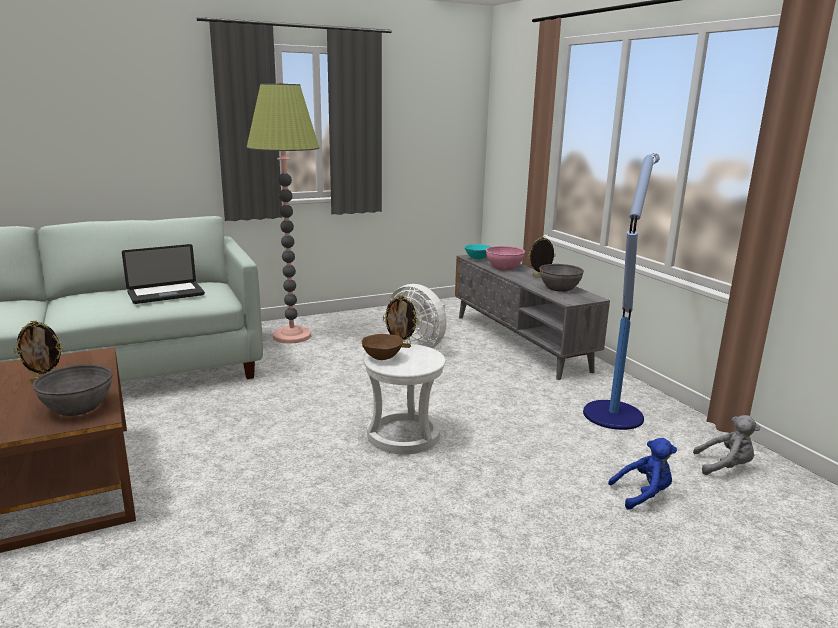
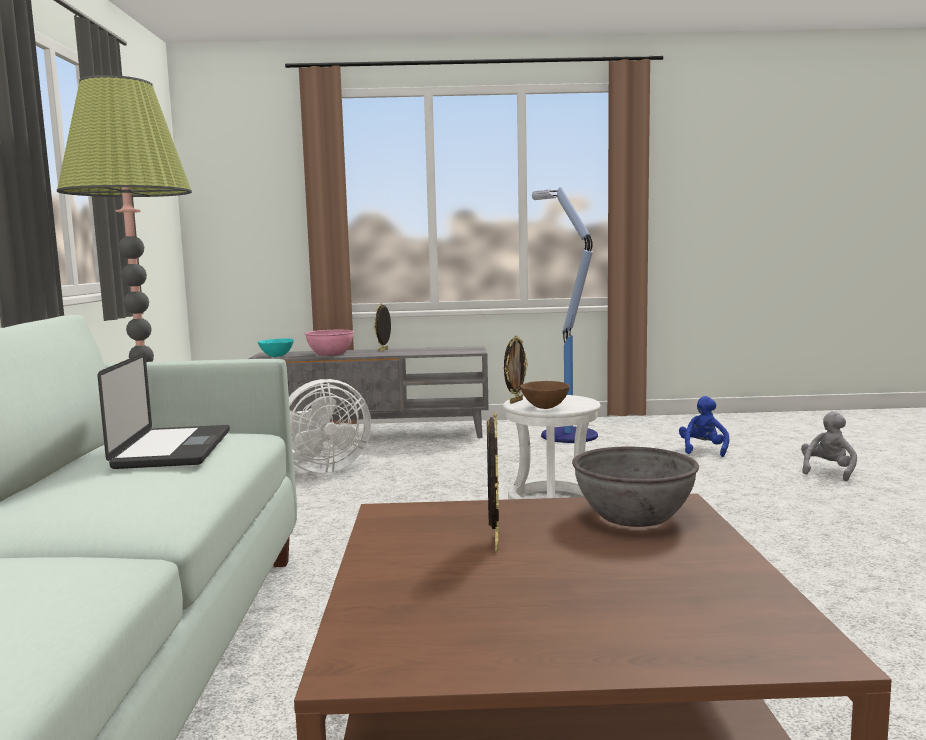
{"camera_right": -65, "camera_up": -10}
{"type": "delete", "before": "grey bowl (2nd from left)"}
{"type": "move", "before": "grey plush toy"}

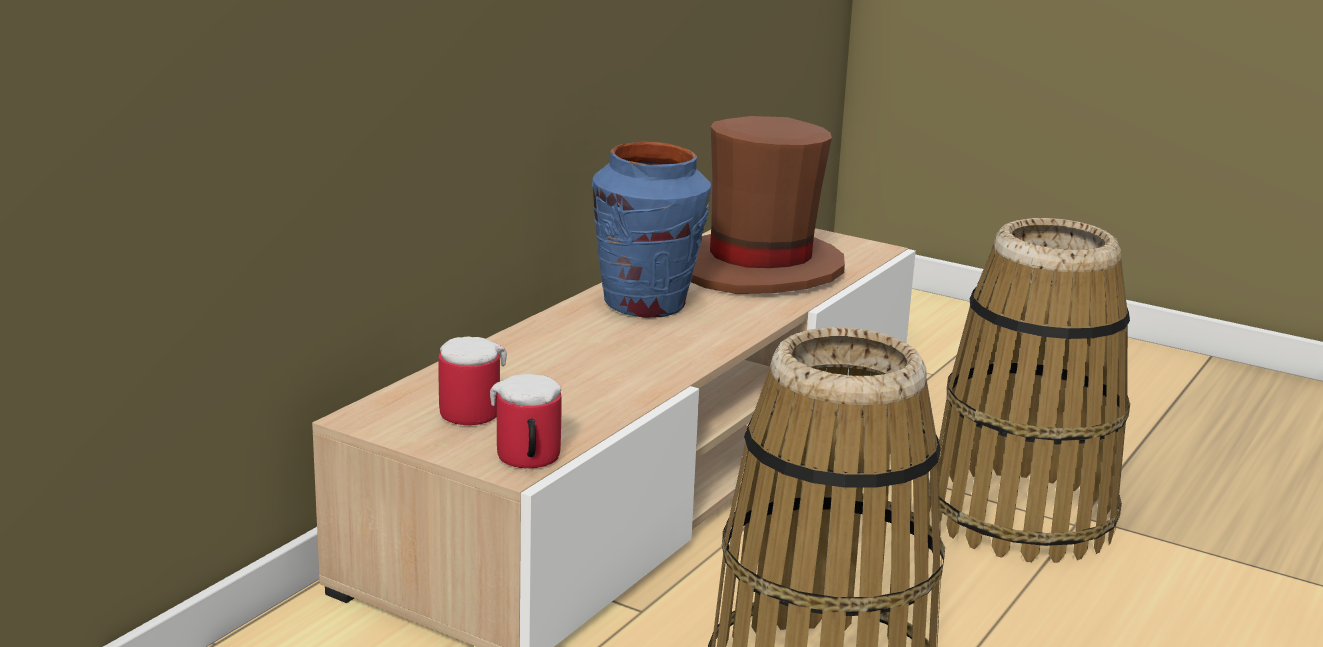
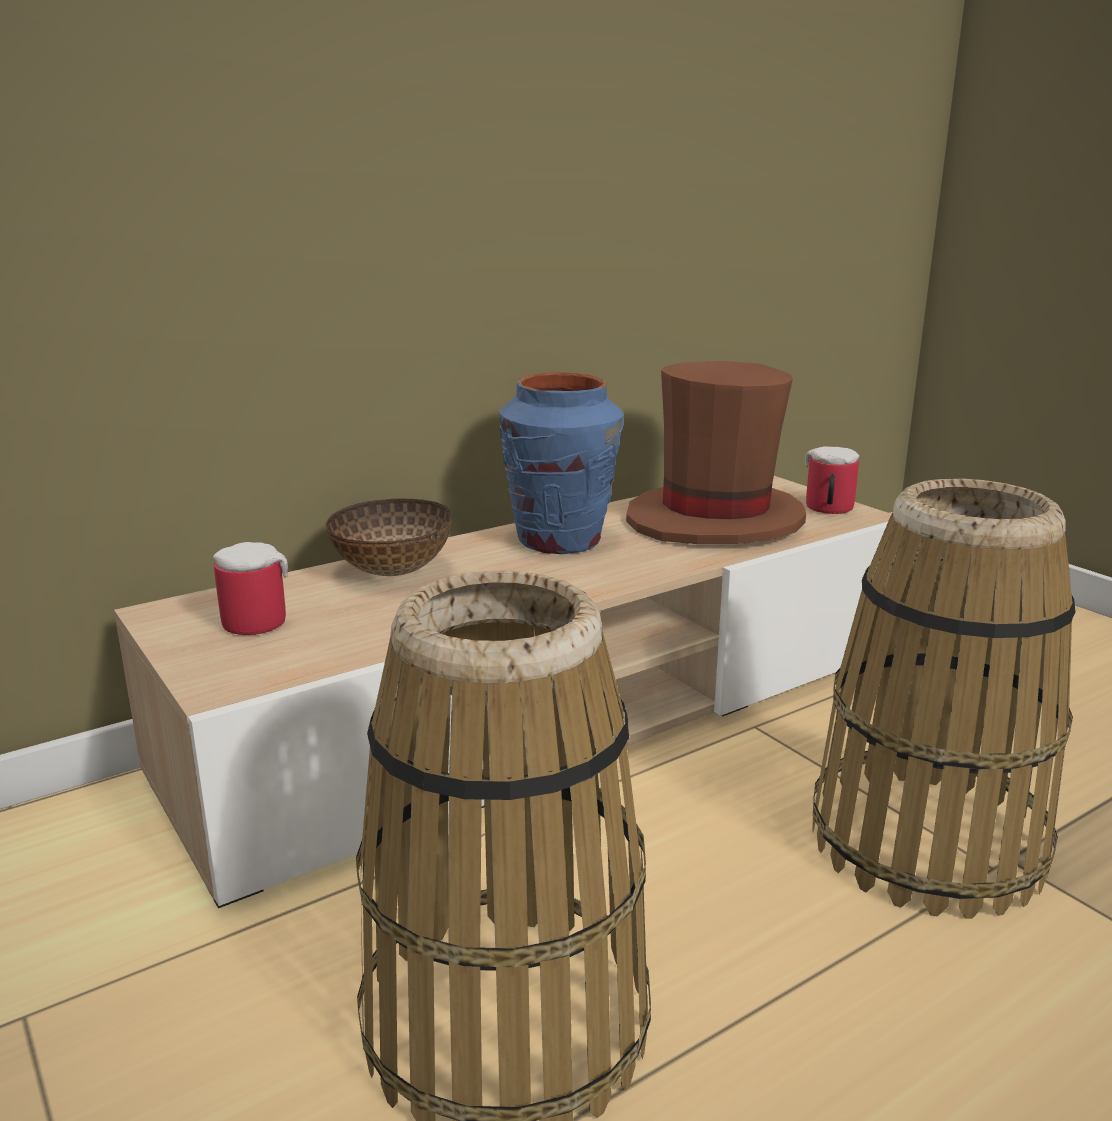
{"camera_right": 25, "camera_up": 0}
{"type": "move", "before": "mug (2nd from left)"}
{"type": "insert", "after": "bowl"}

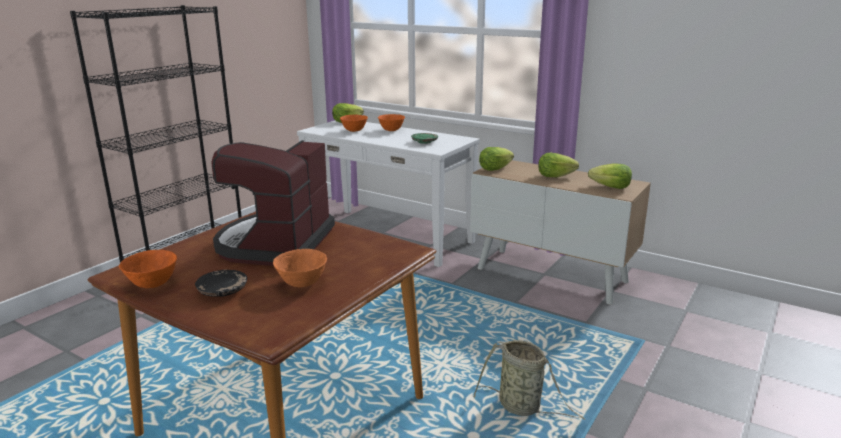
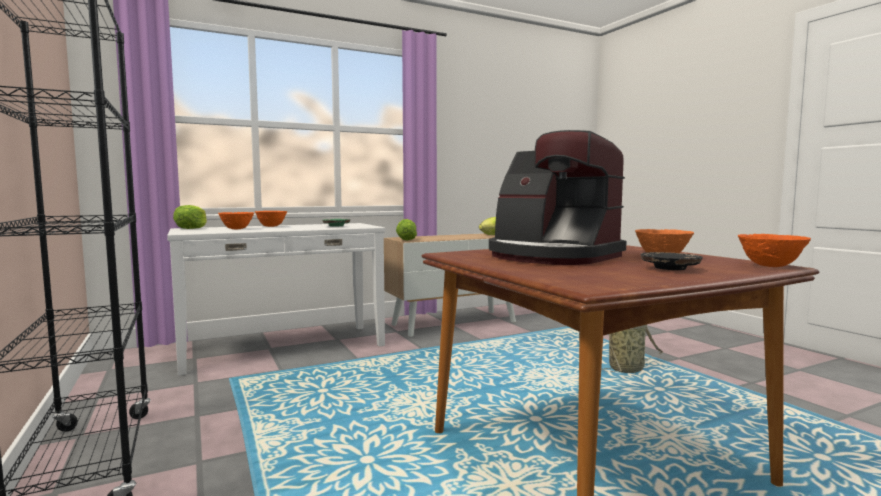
{"camera_right": -60, "camera_up": -15}
{"type": "delete", "before": "lettuce (3rd from left)"}
{"type": "move", "before": "orange bowl (1st from left in the first image)", "after": "orange bowl (4th from left)"}

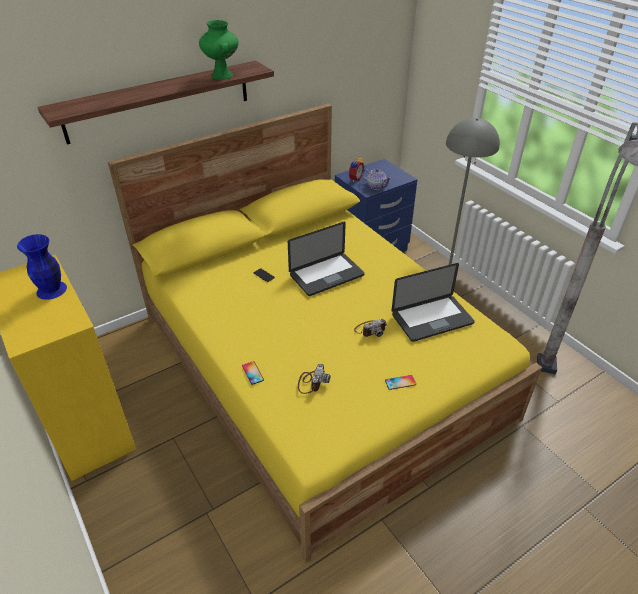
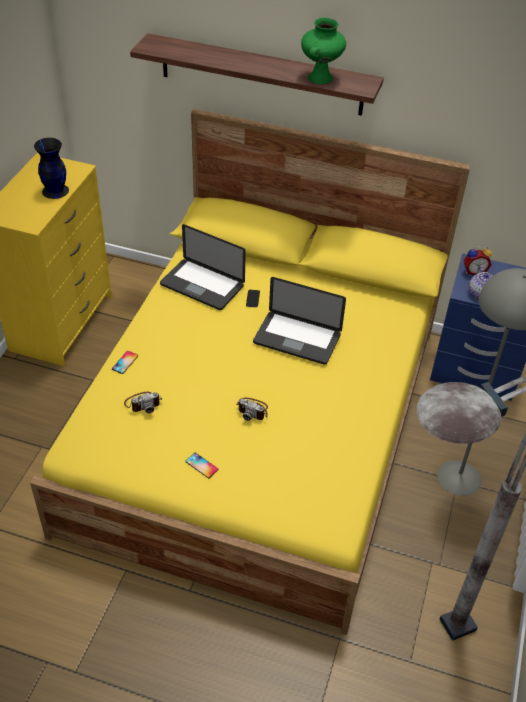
{"camera_right": 50, "camera_up": 5}
{"type": "recolor", "before": "blue vase", "after": "black vase"}
{"type": "move", "before": "laptop (2nd from left in the first image)", "after": "laptop (1st from left)"}

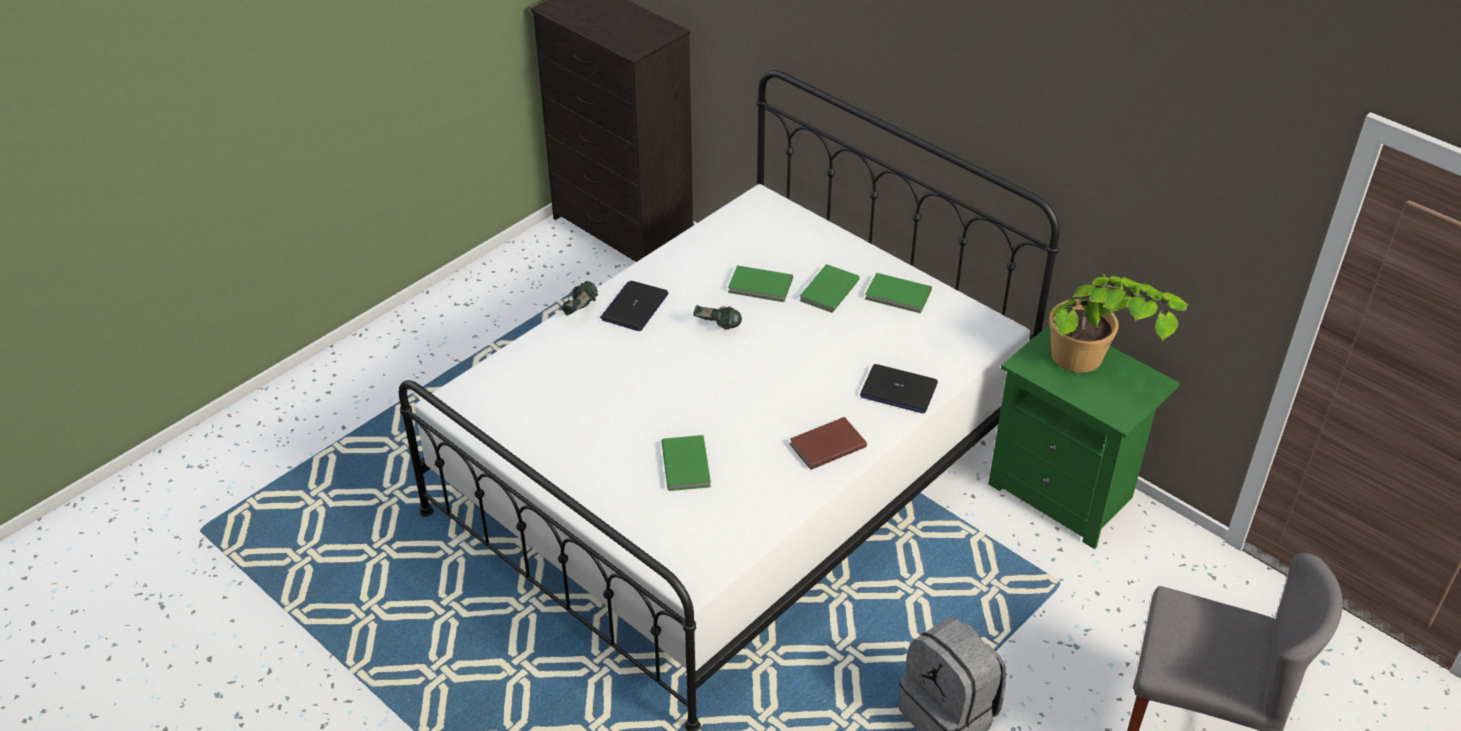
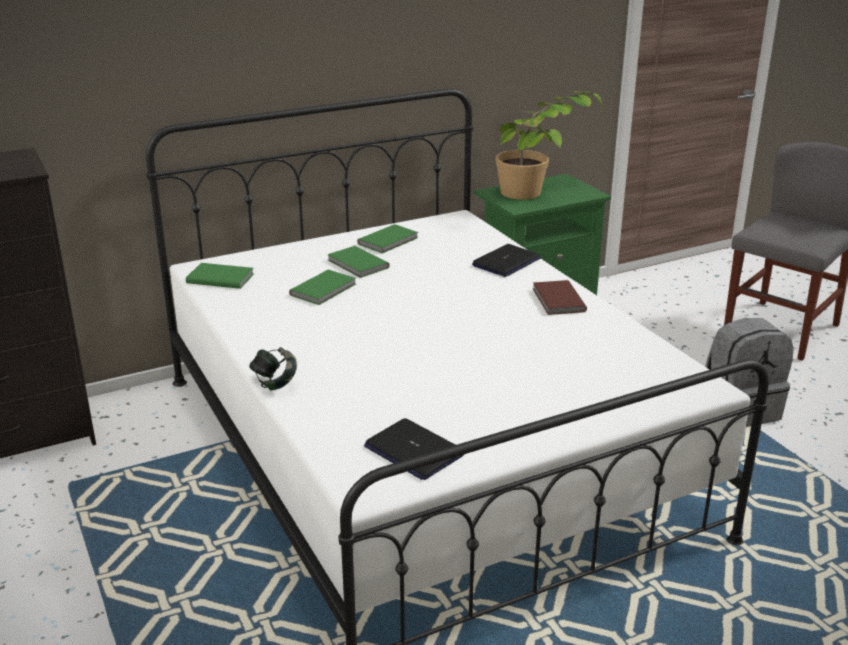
{"camera_right": -70, "camera_up": -15}
{"type": "move", "before": "laptop (1st from left)"}
{"type": "delete", "before": "headphones (2nd from left)"}
{"type": "move", "before": "green book (1st from left)"}

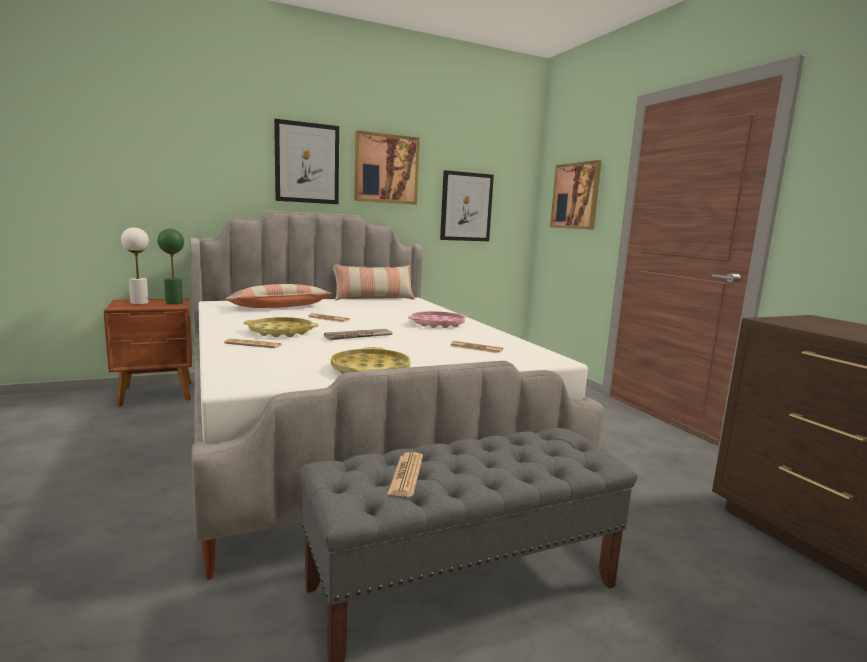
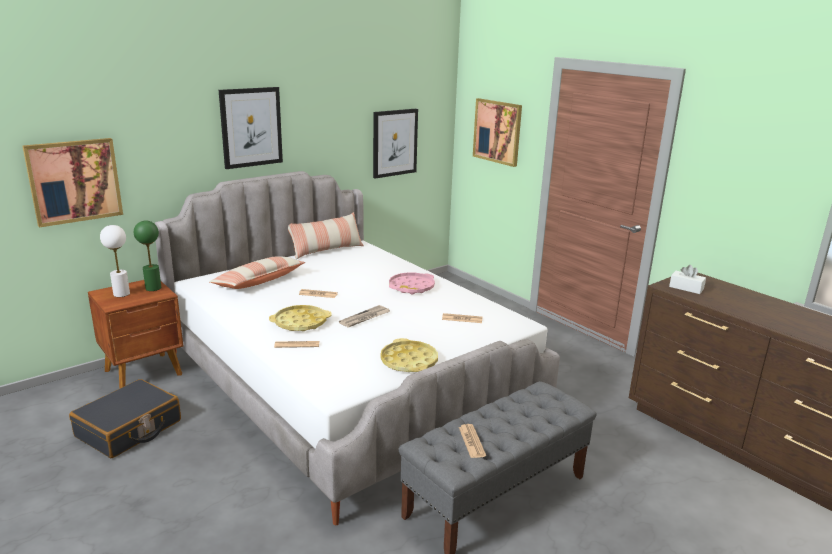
{"camera_right": -15, "camera_up": 10}
{"type": "move", "before": "picture (2nd from left in the first image)", "after": "picture (1st from left)"}
{"type": "insert", "after": "white tissue box"}
{"type": "insert", "after": "black suitcase"}

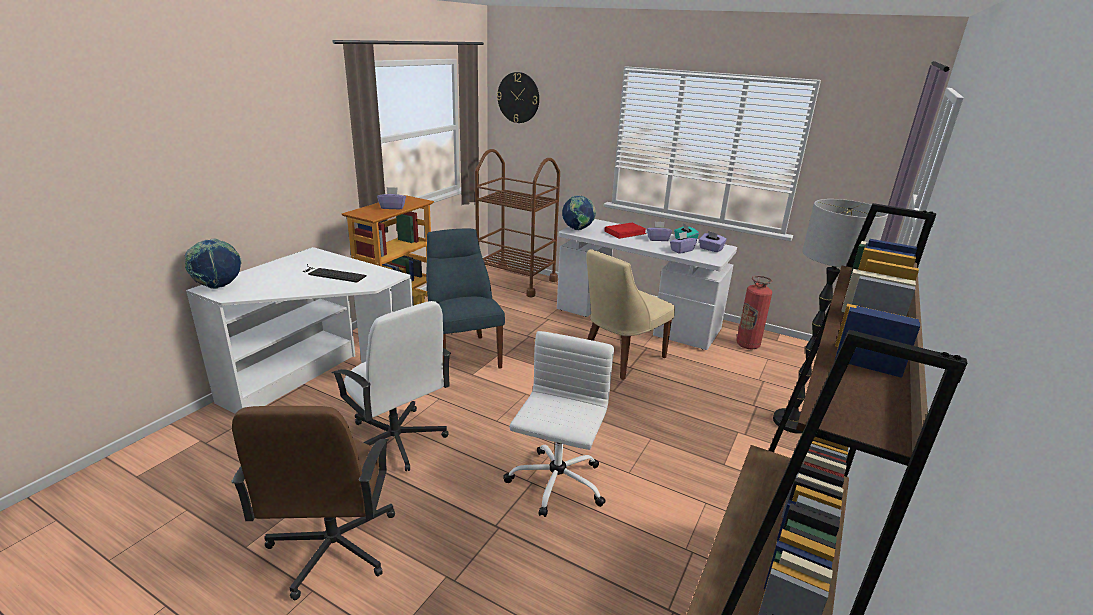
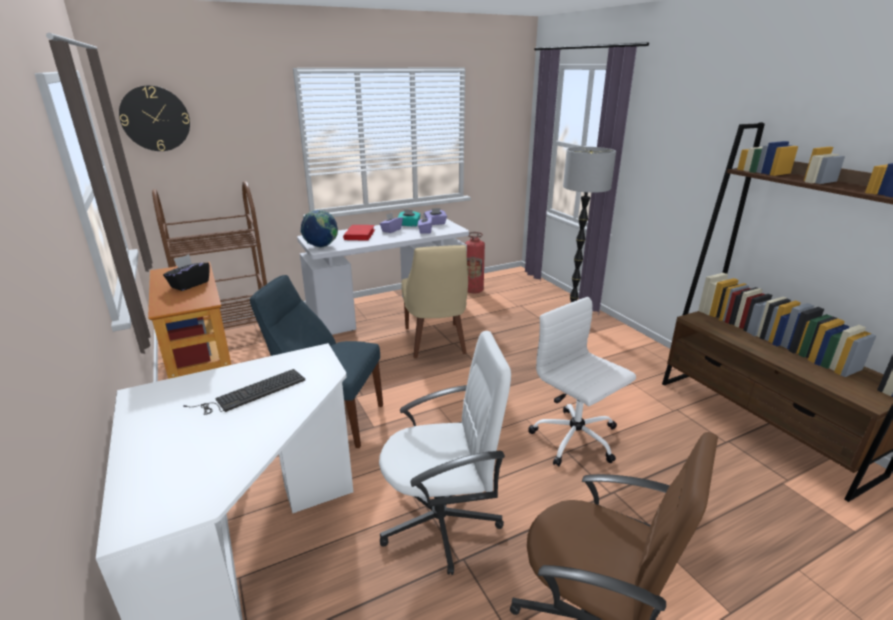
{"camera_right": -55, "camera_up": 0}
{"type": "recolor", "before": "purple tissue box (1st from left)", "after": "black tissue box"}
{"type": "delete", "before": "globe (1st from left)"}

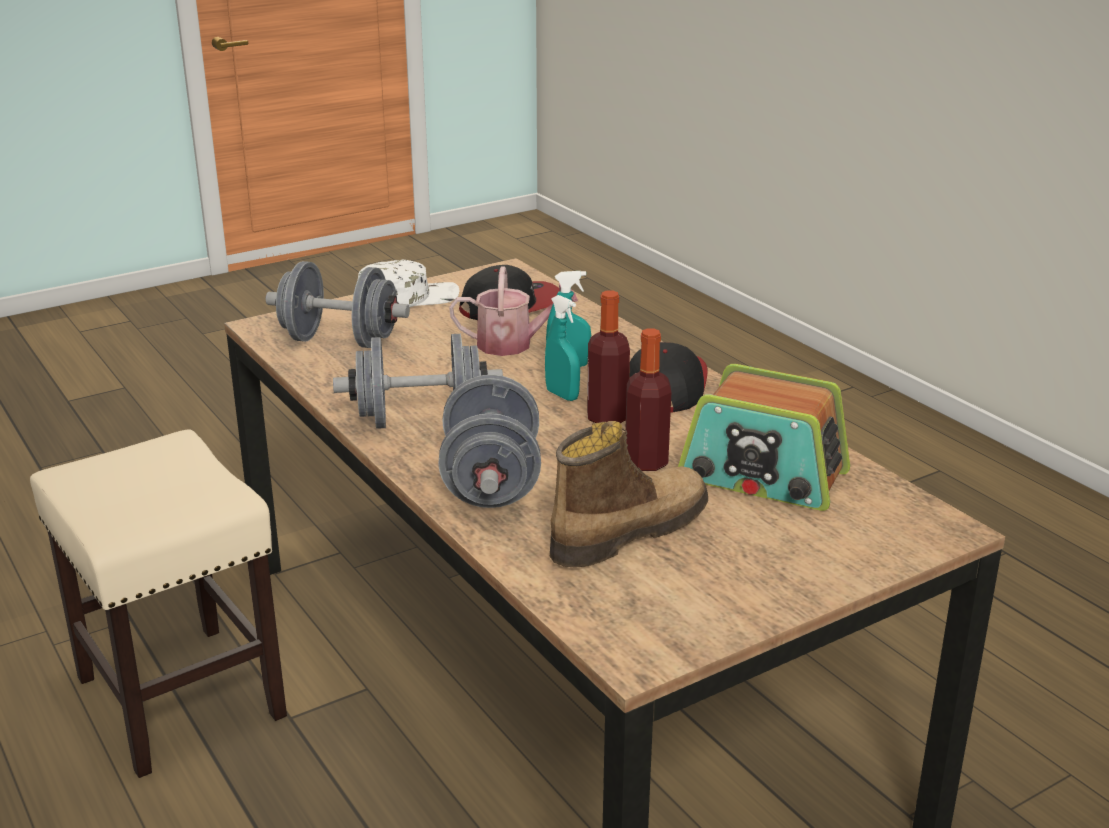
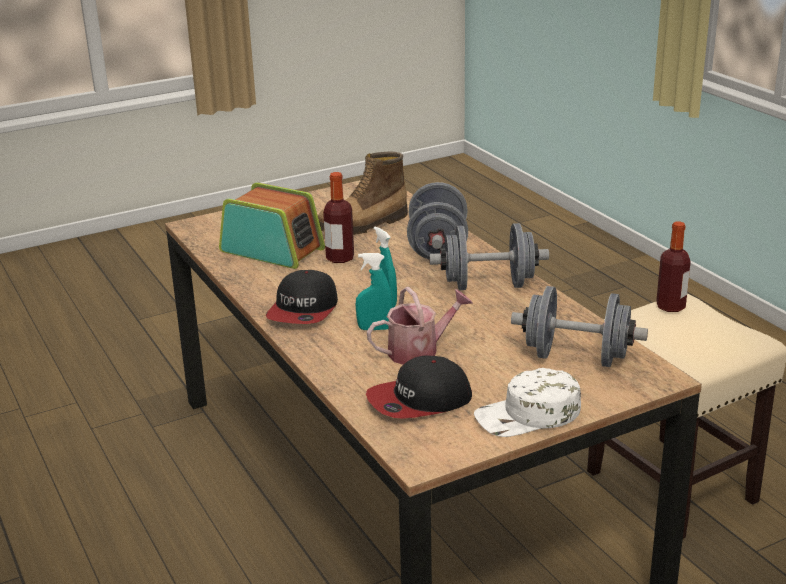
{"camera_right": -175, "camera_up": 0}
{"type": "rotate", "before": "watering can", "turn": 150}
{"type": "move", "before": "bottle (1st from left in the first image)", "after": "bottle (2nd from left)"}

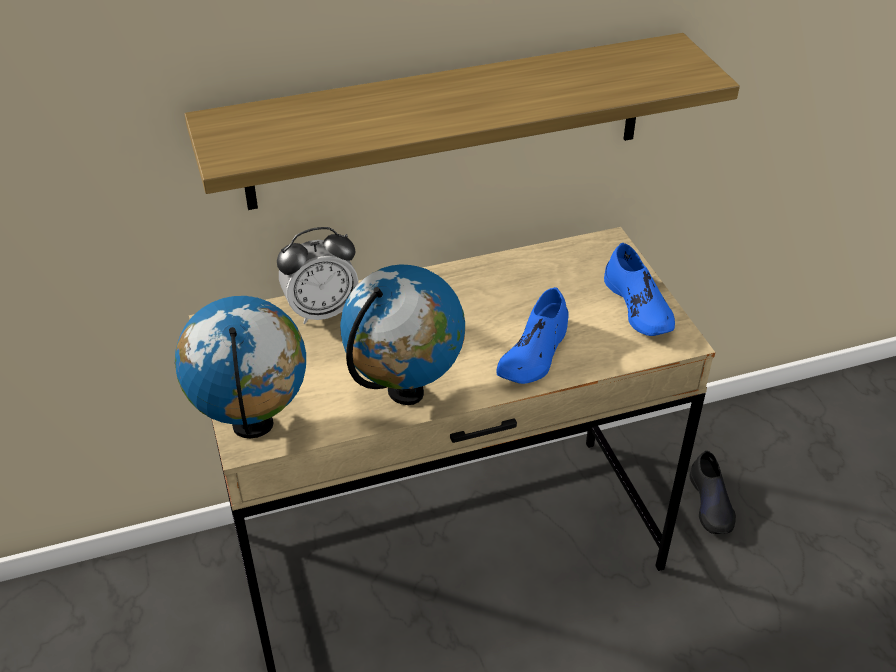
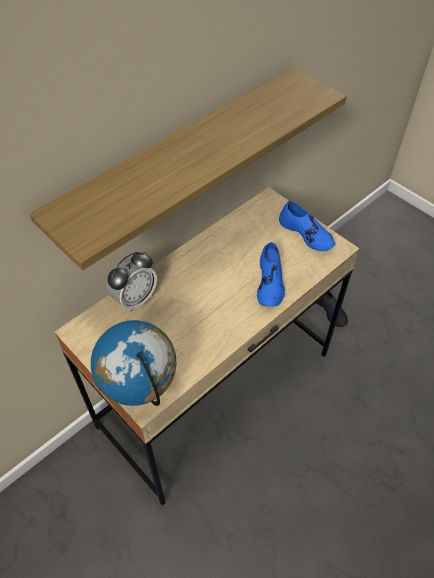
{"camera_right": -25, "camera_up": 10}
{"type": "delete", "before": "globe (2nd from left)"}

